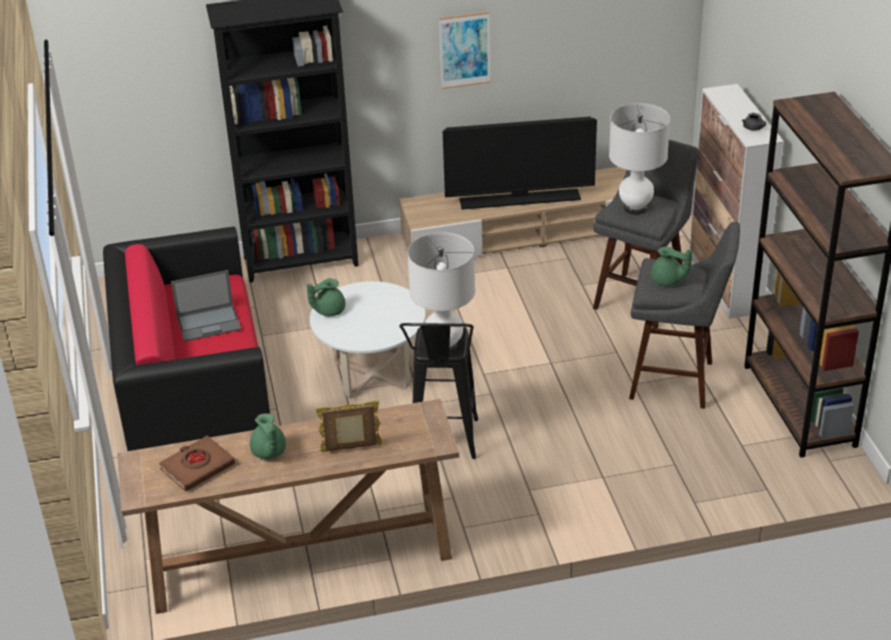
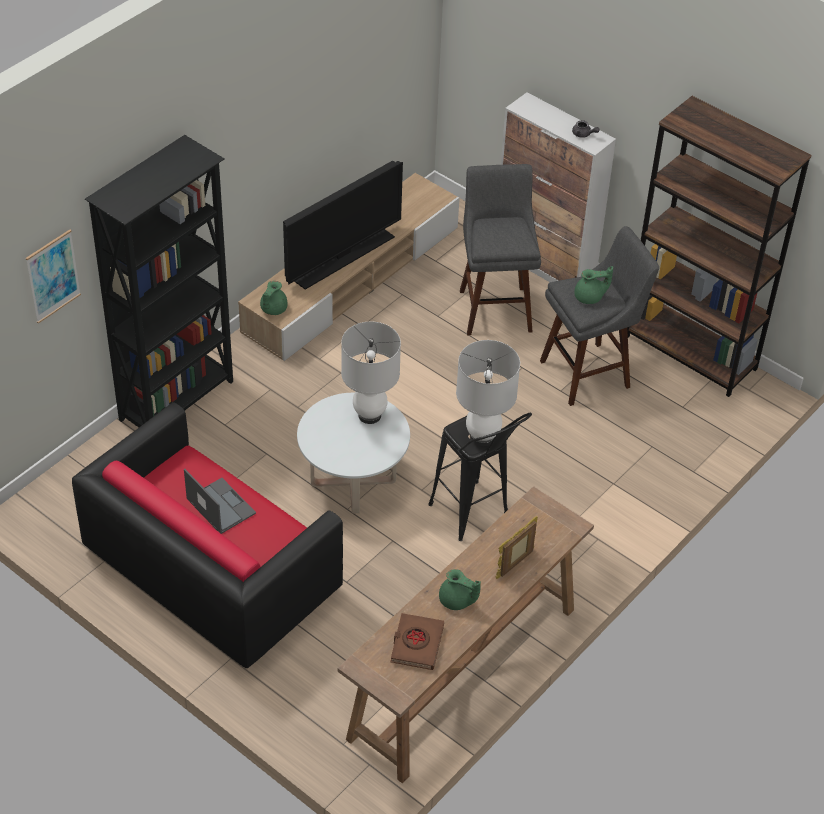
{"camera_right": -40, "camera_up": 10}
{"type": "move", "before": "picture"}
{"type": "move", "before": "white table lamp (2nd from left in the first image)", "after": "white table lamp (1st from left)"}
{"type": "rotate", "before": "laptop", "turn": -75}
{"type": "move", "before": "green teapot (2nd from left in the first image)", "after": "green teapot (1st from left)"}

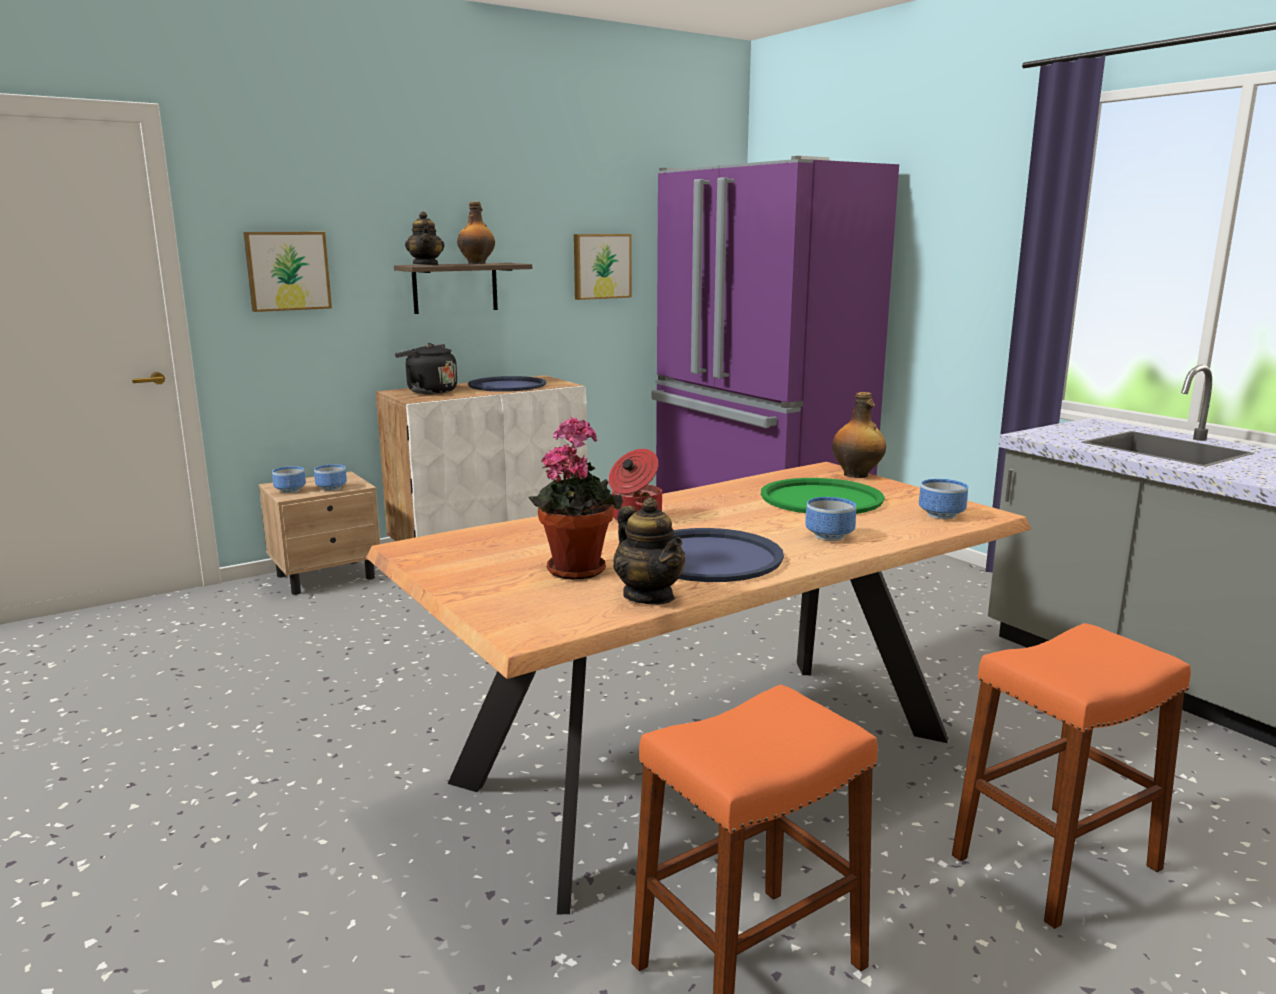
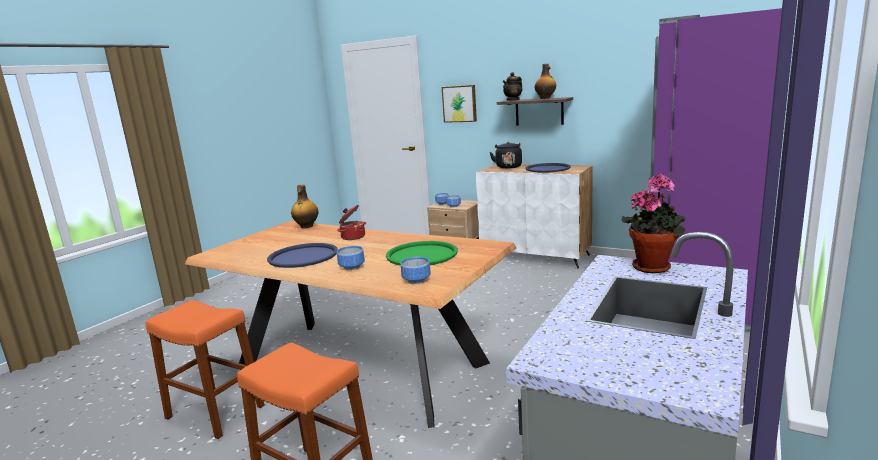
{"camera_right": 65, "camera_up": 0}
{"type": "delete", "before": "picture (2nd from left)"}
{"type": "move", "before": "bottle (2nd from left in the first image)", "after": "bottle (1st from left)"}
{"type": "move", "before": "potted plant"}
{"type": "delete", "before": "teapot (2nd from left)"}

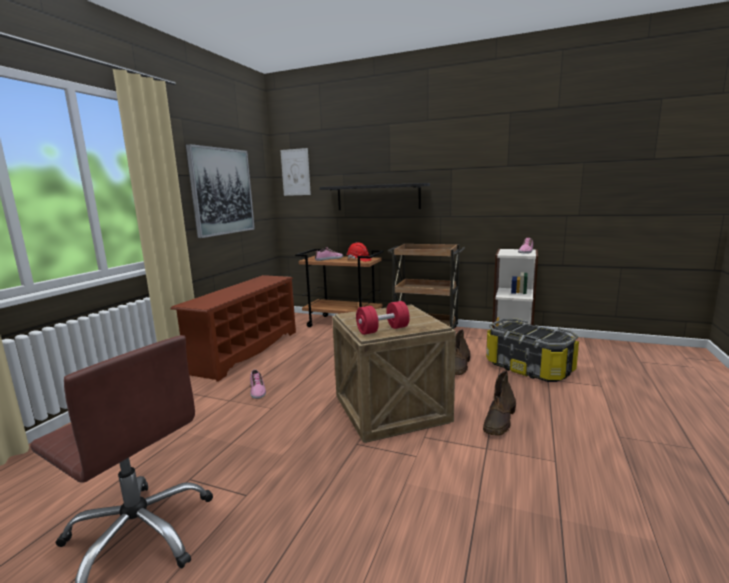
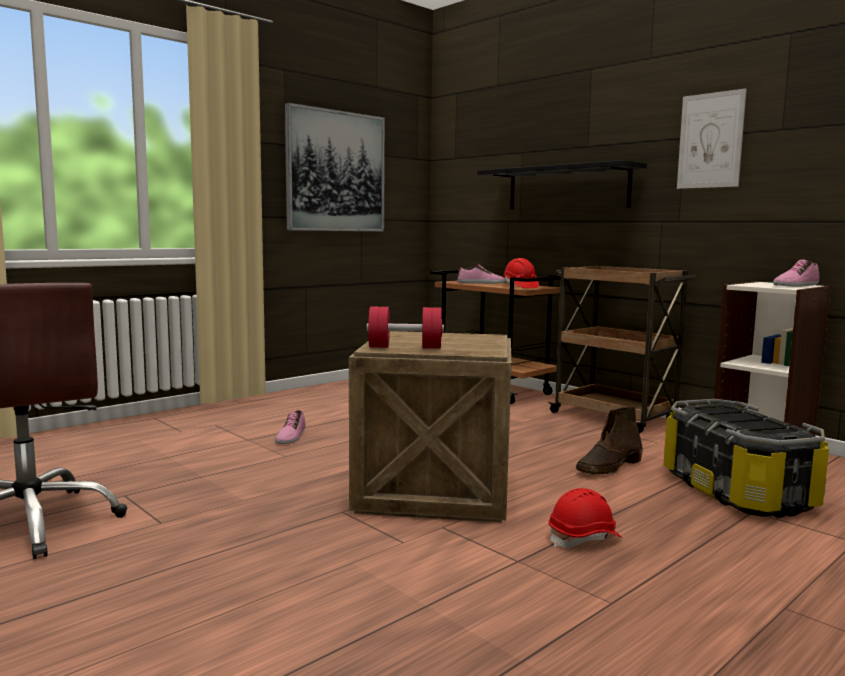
{"camera_right": 25, "camera_up": -5}
{"type": "move", "before": "picture (2nd from left)"}
{"type": "delete", "before": "brown shoe rack"}
{"type": "replace", "before": "brown boot (2nd from left)", "after": "red hard hat (2nd from left)"}

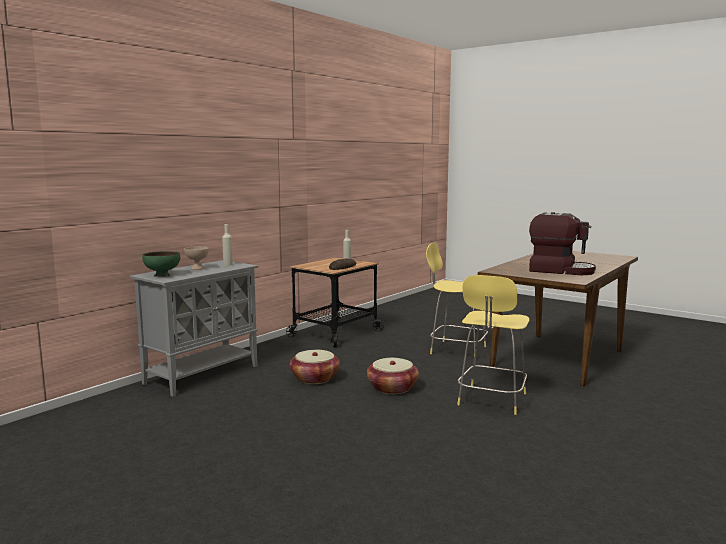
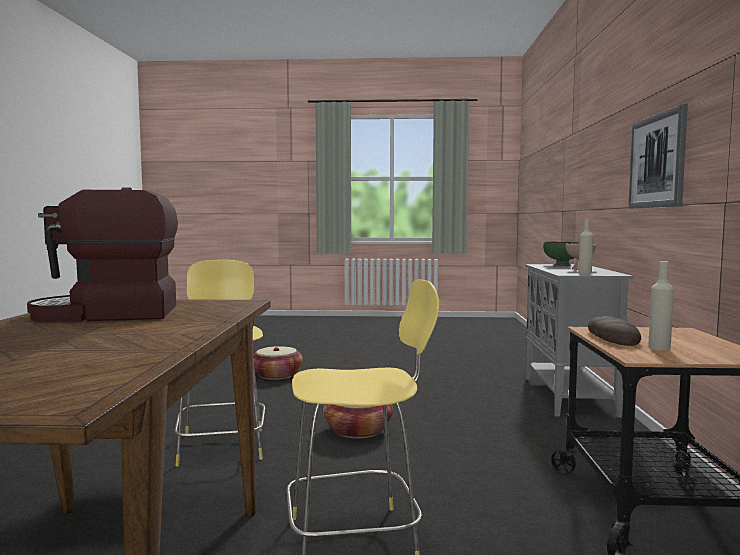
{"camera_right": 145, "camera_up": -5}
{"type": "move", "before": "basket (1st from left)"}
{"type": "insert", "after": "picture"}

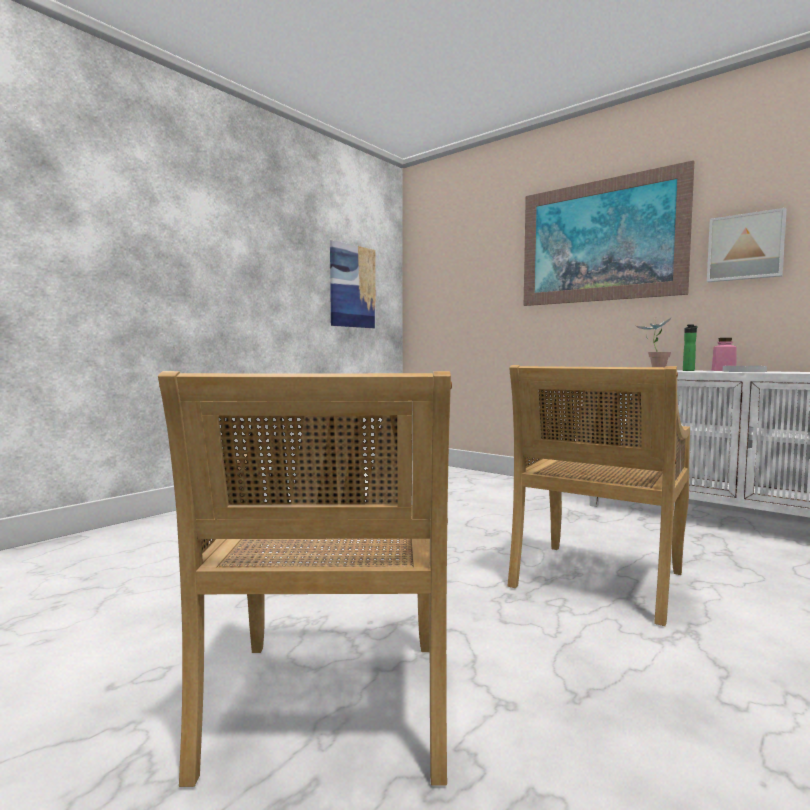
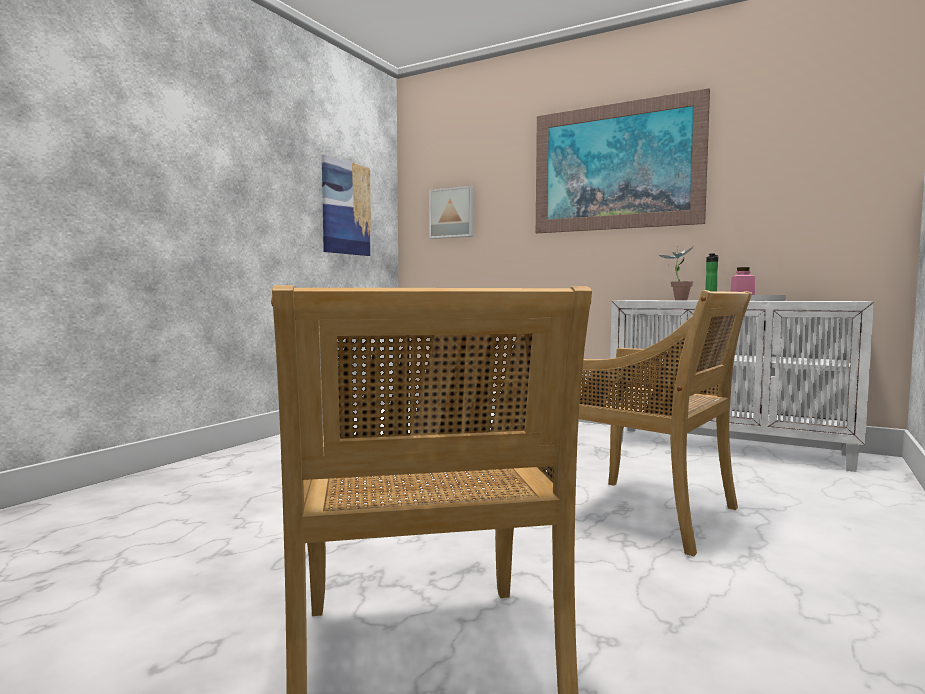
{"camera_right": -10, "camera_up": 0}
{"type": "move", "before": "picture (3rd from left in the first image)", "after": "picture (2nd from left)"}
{"type": "rotate", "before": "beige chair (2nd from left)", "turn": -75}

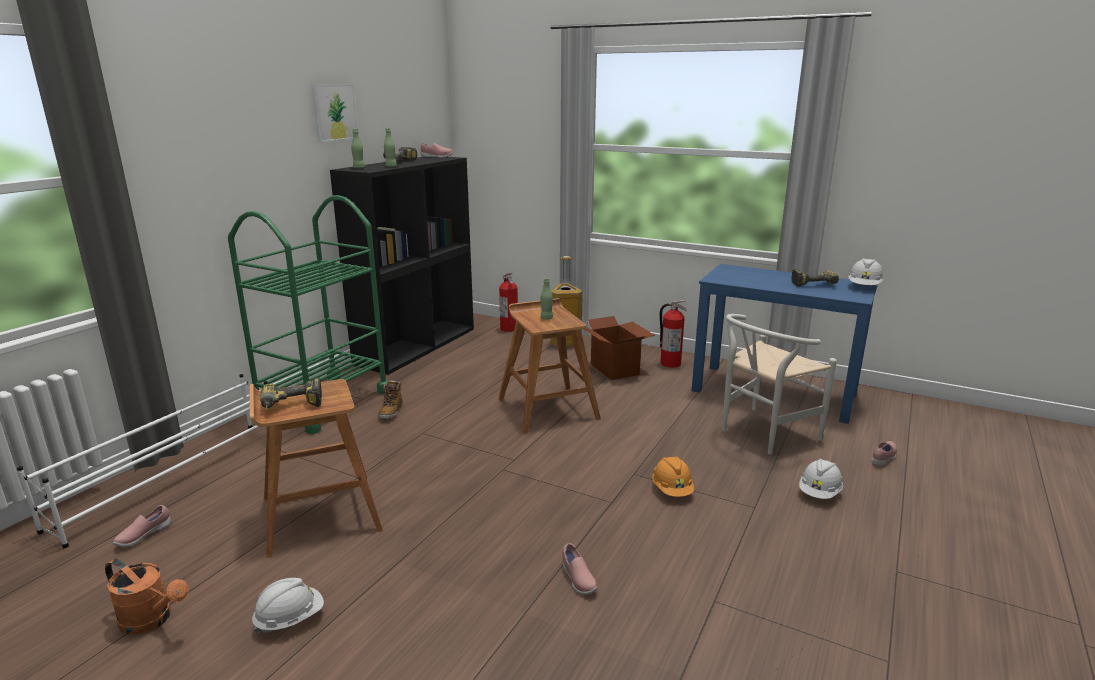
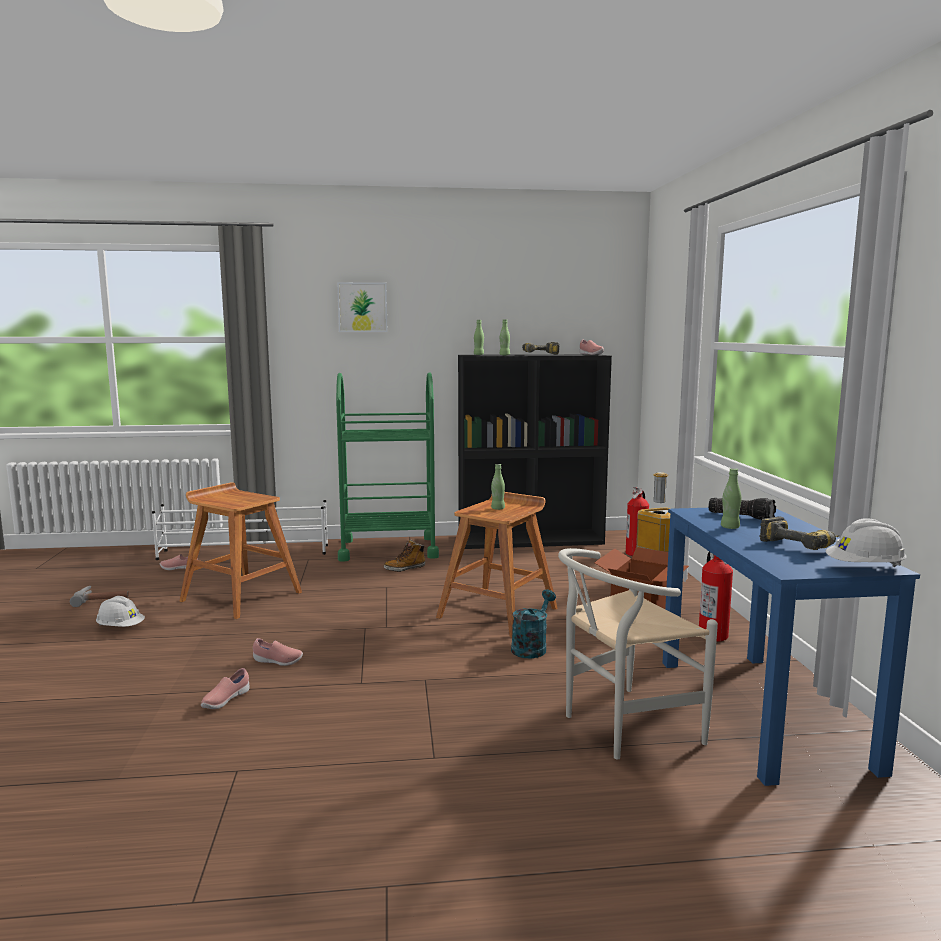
{"camera_right": 55, "camera_up": -10}
{"type": "move", "before": "picture"}
{"type": "rotate", "before": "white chair", "turn": -45}
{"type": "delete", "before": "power drill (1st from left)"}
{"type": "move", "before": "pink shoe (4th from left in the first image)", "after": "pink shoe (3rd from left)"}
{"type": "delete", "before": "orange hard hat"}
{"type": "delete", "before": "white hard hat (2nd from left)"}
{"type": "replace", "before": "orange watering can", "after": "hammer"}
{"type": "insert", "after": "green bottle (4th from left)"}
{"type": "insert", "after": "flashlight"}
{"type": "insert", "after": "turquoise watering can"}

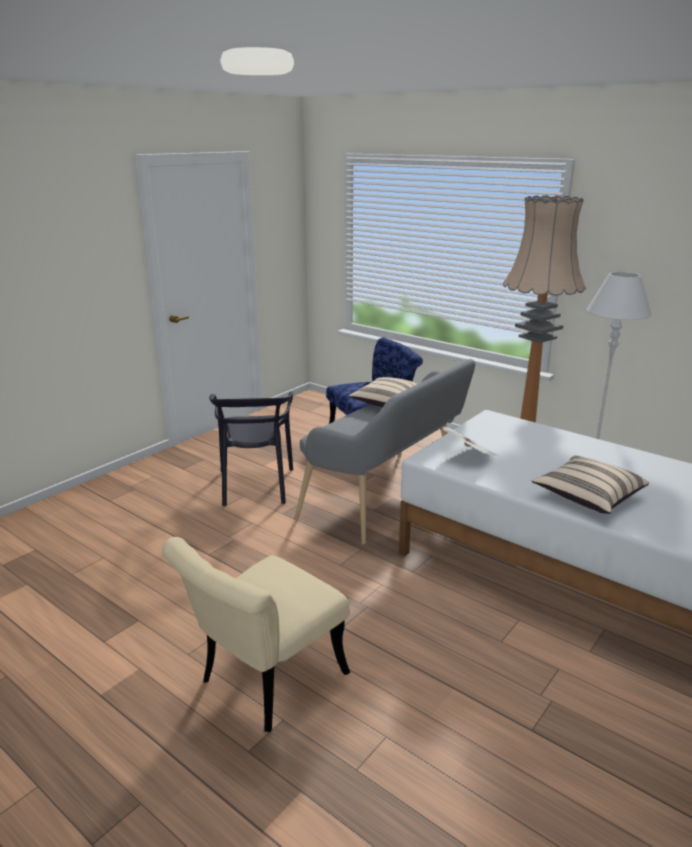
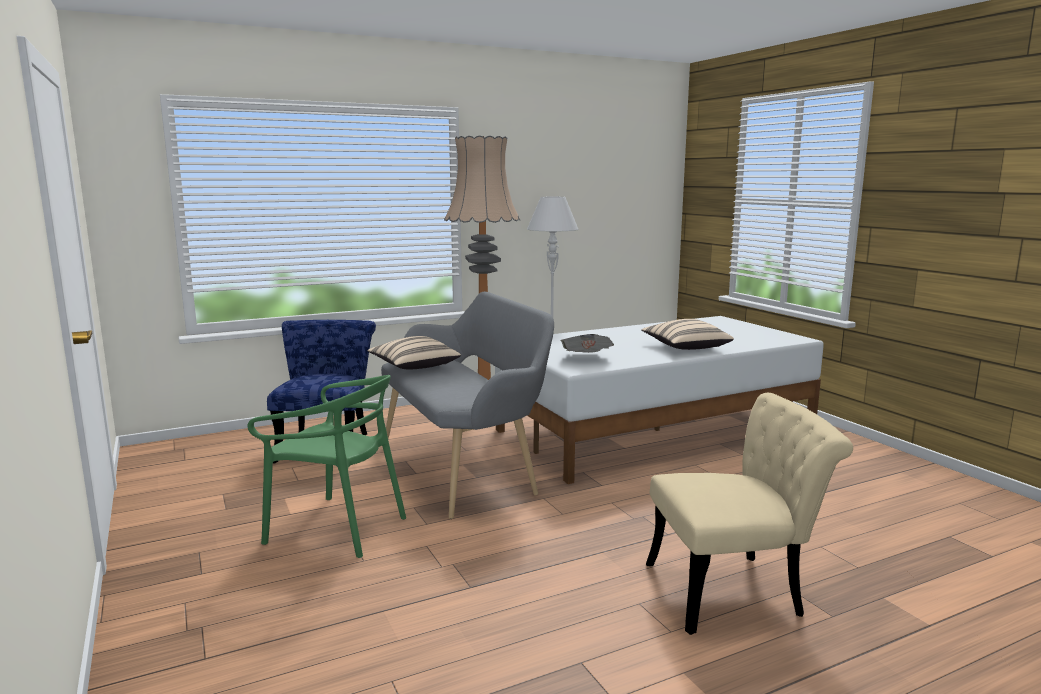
{"camera_right": -65, "camera_up": -10}
{"type": "recolor", "before": "black chair", "after": "green chair"}
{"type": "rotate", "before": "beige chair", "turn": -75}

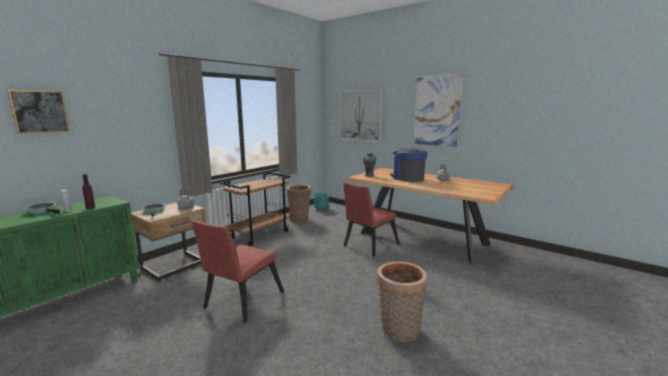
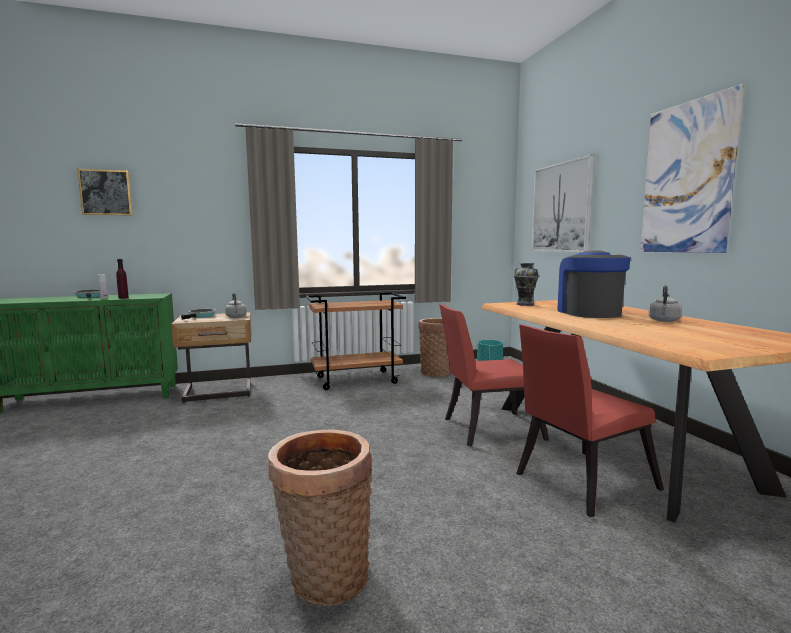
{"camera_right": 35, "camera_up": -5}
{"type": "move", "before": "red chair (1st from left in the first image)", "after": "red chair (2nd from left)"}

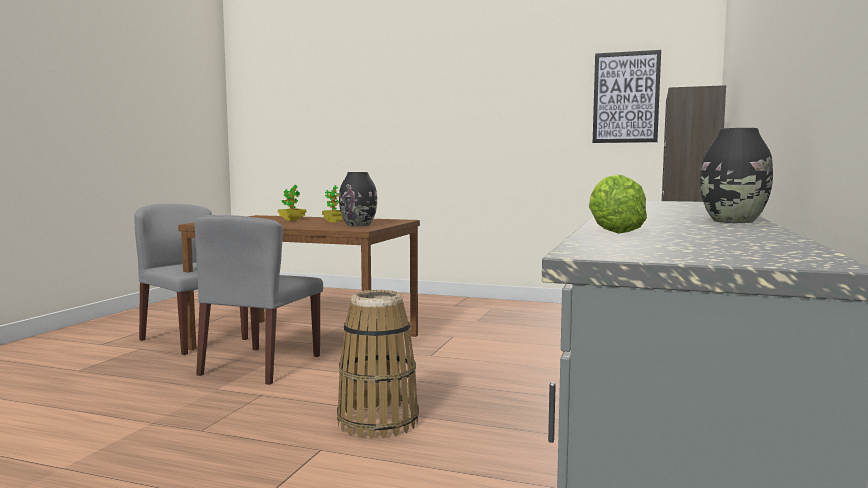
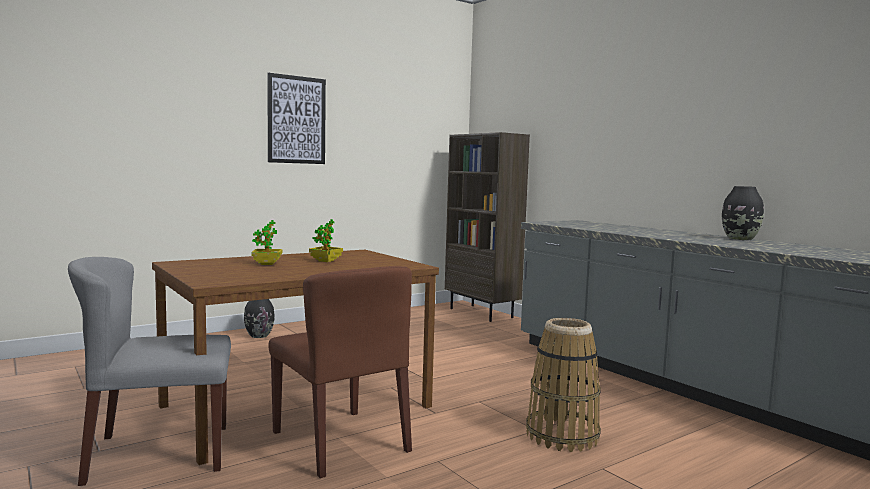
{"camera_right": -55, "camera_up": 0}
{"type": "move", "before": "picture"}
{"type": "move", "before": "black vase (1st from left)"}
{"type": "delete", "before": "lettuce"}
{"type": "recolor", "before": "grey chair (2nd from left)", "after": "brown chair"}

